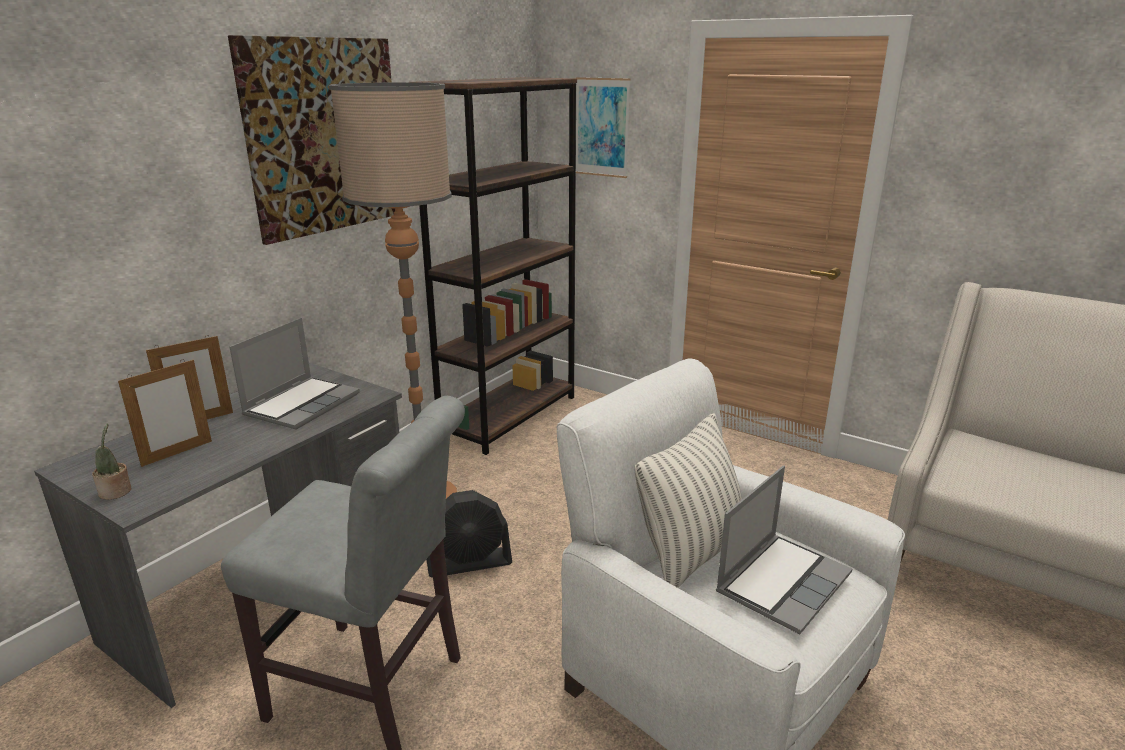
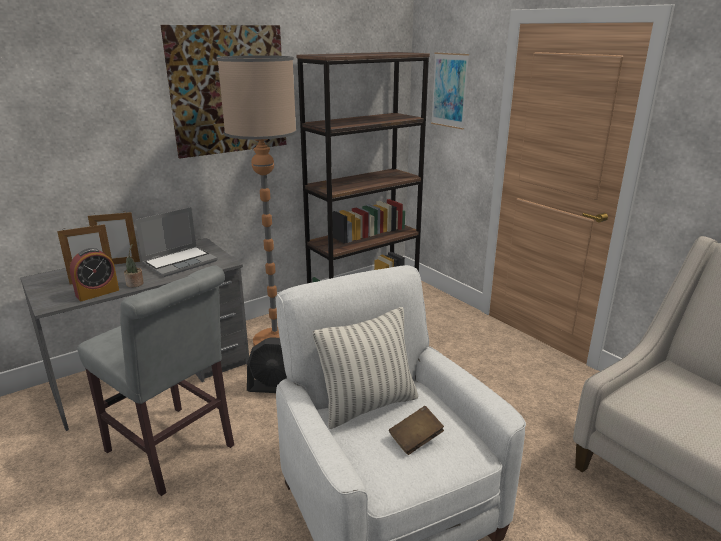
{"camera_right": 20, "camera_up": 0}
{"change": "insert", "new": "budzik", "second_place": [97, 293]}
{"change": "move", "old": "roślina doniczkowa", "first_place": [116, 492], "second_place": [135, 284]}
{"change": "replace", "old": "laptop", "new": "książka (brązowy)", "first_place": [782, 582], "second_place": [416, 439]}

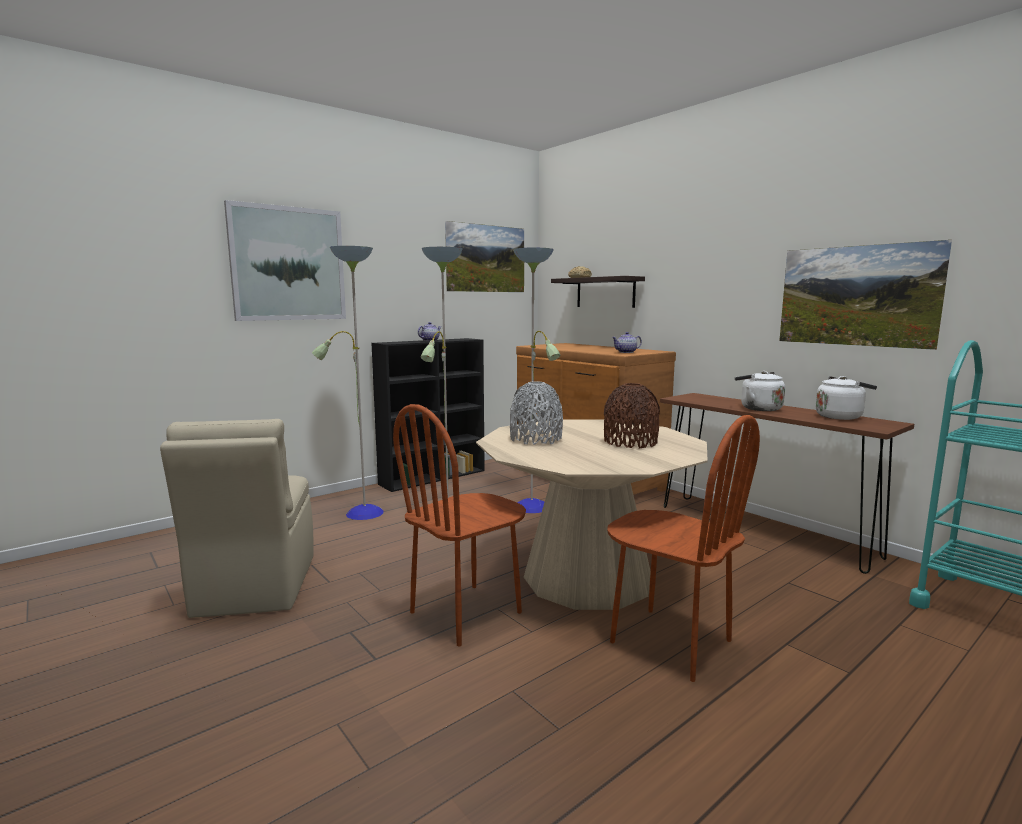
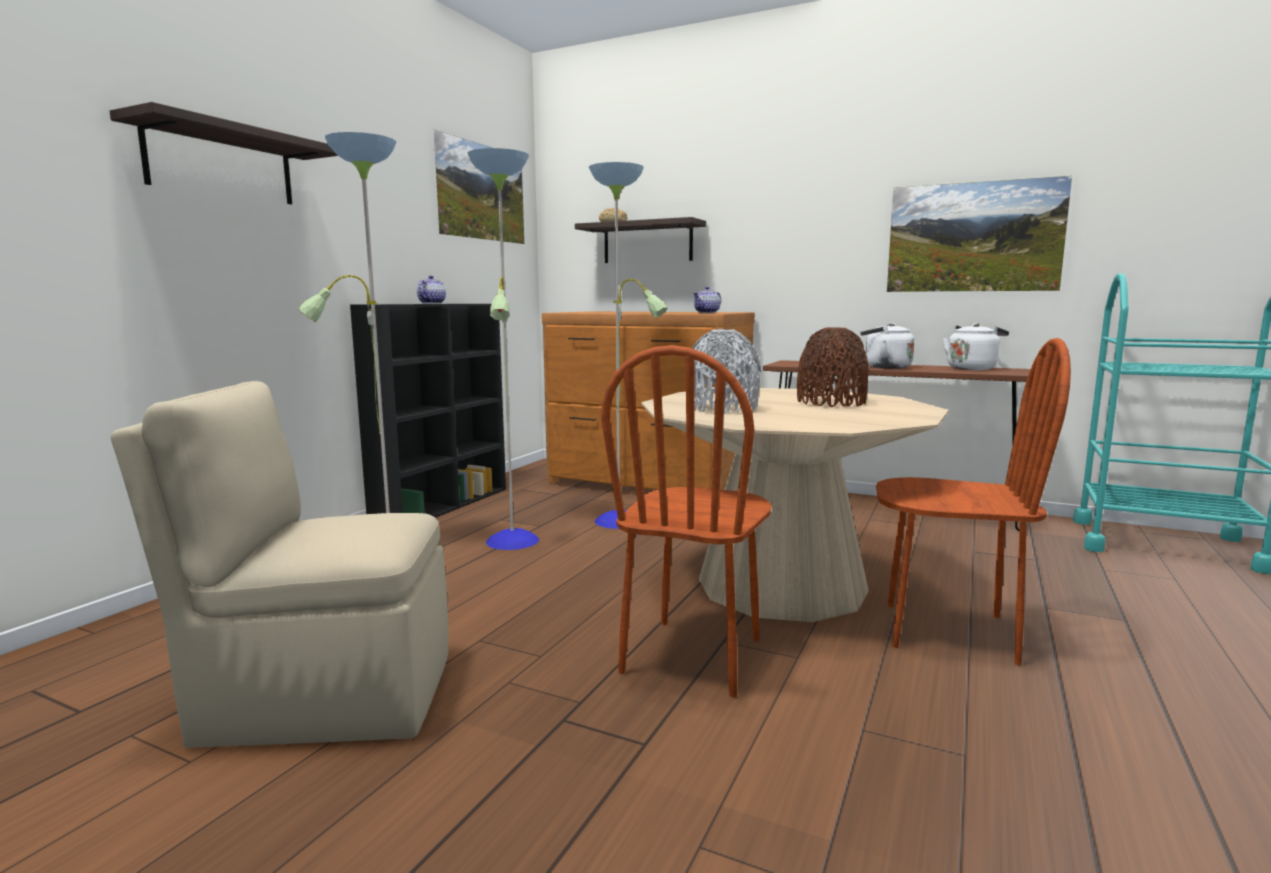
{"camera_right": -25, "camera_up": 0}
{"change": "replace", "old": "obraz", "new": "półka", "first_place": [288, 264], "second_place": [221, 164]}
{"change": "rotate", "old": "krzesło (beżowy)", "first_place": [255, 586], "second_place": [324, 697], "degrees": 120}

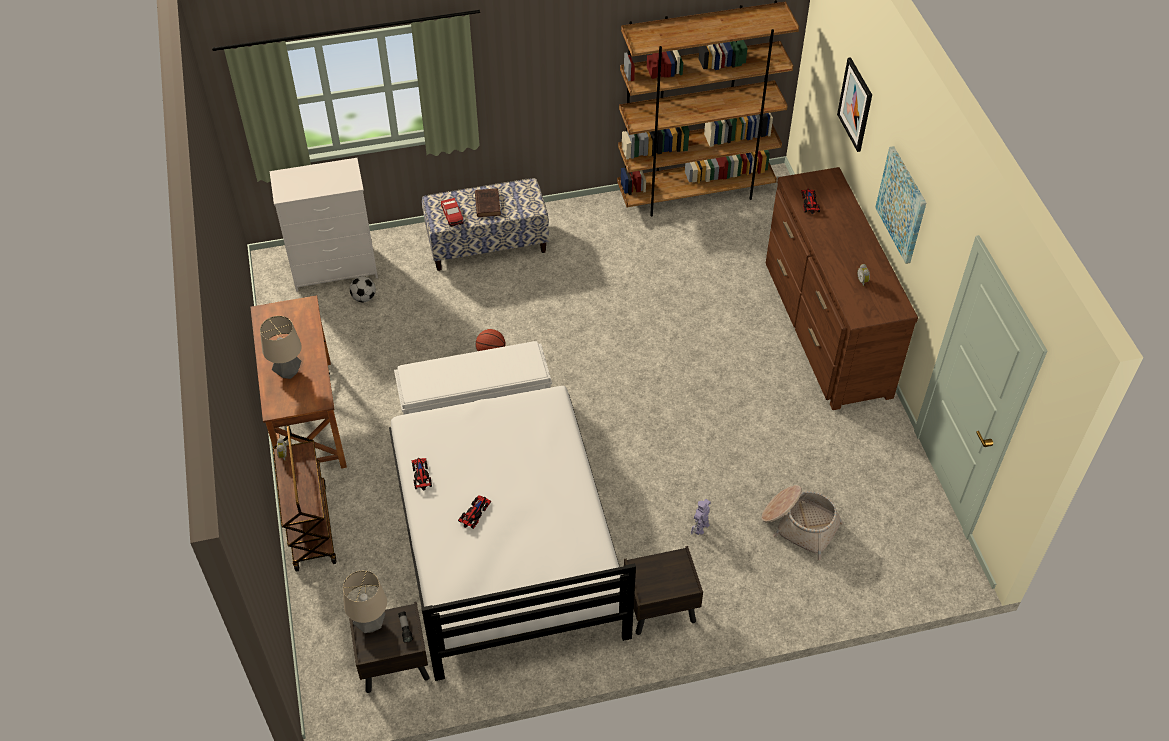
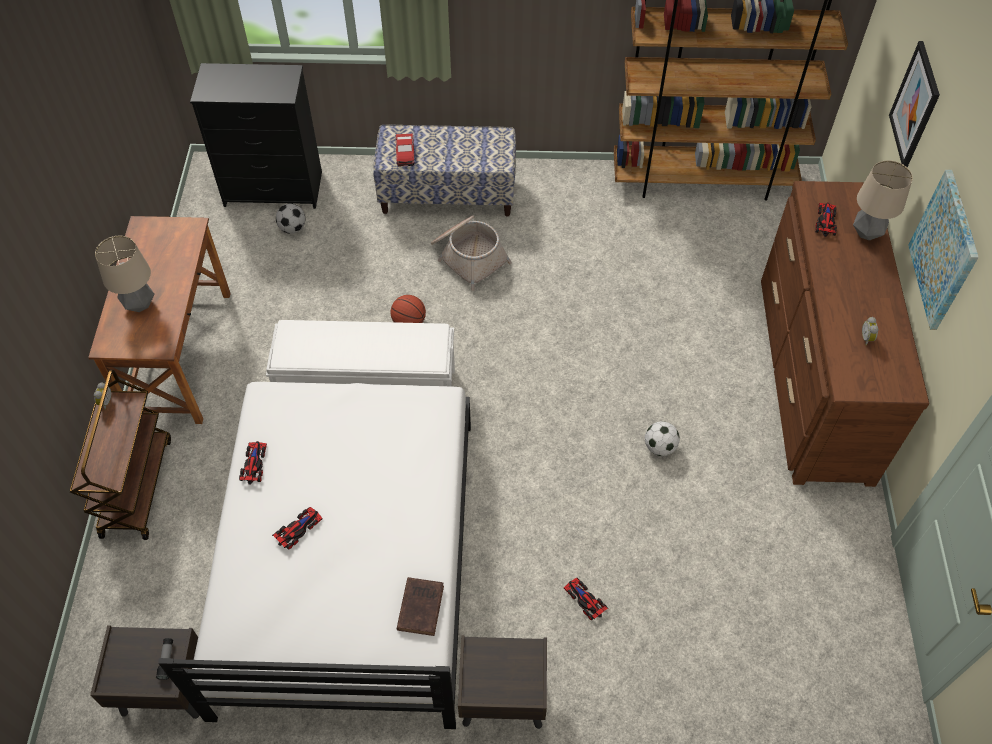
{"camera_right": 15, "camera_up": 5}
{"change": "recolor", "old": "komoda (biały)", "new": "komoda (czarny)", "first_place": [335, 268], "second_place": [274, 189]}
{"change": "move", "old": "książka (brązowy)", "first_place": [487, 204], "second_place": [421, 606]}
{"change": "move", "old": "koszyk", "first_place": [799, 525], "second_place": [468, 256]}
{"change": "replace", "old": "robot zabawkowy", "new": "samochodzik", "first_place": [700, 527], "second_place": [585, 599]}
{"change": "insert", "new": "piłka futbolowa", "second_place": [660, 447]}
{"change": "move", "old": "lampa stołowa", "first_place": [370, 624], "second_place": [866, 233]}

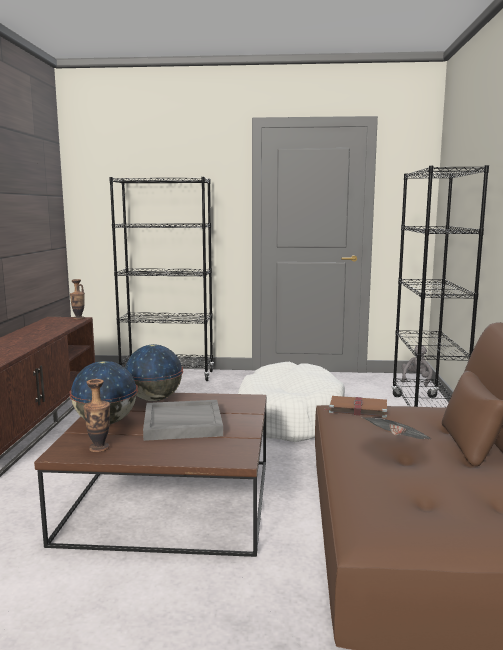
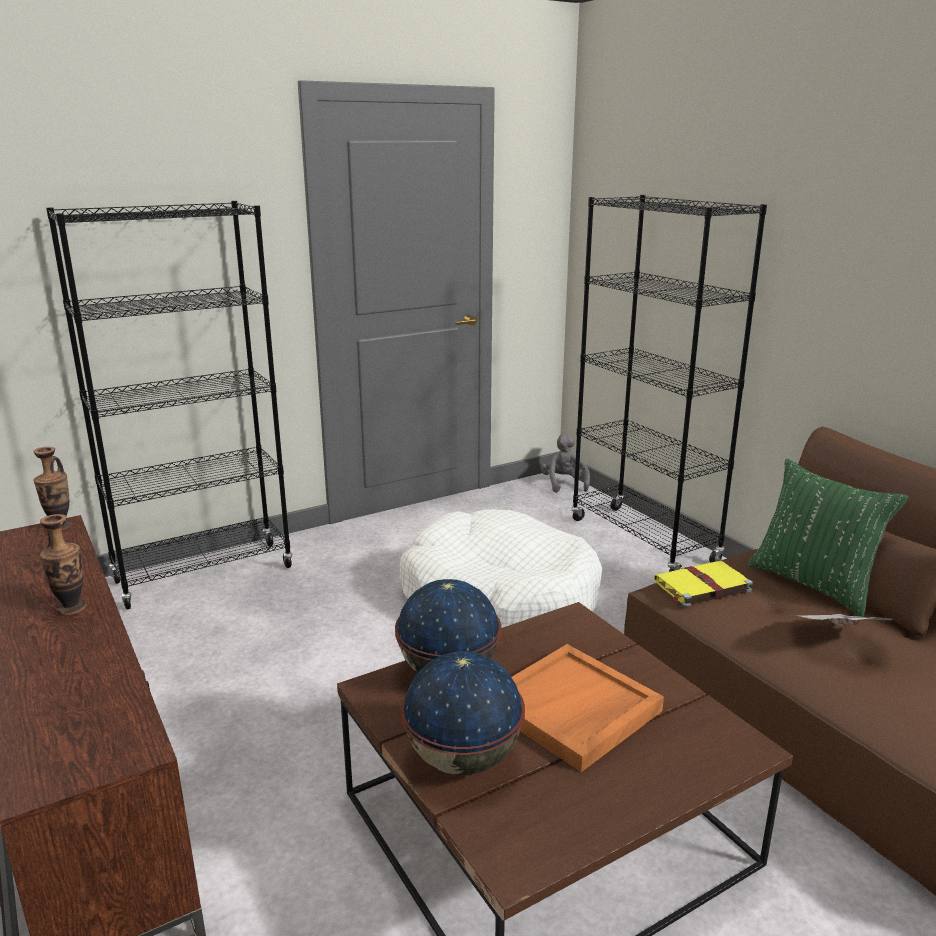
{"camera_right": -35, "camera_up": 10}
{"change": "move", "old": "wazon", "first_place": [99, 448], "second_place": [71, 608]}
{"change": "recolor", "old": "taca (szary)", "new": "taca (pomarańczowy)", "first_place": [182, 423], "second_place": [573, 710]}
{"change": "recolor", "old": "książka (brązowy)", "new": "książka (żółty)", "first_place": [357, 408], "second_place": [701, 586]}
{"change": "insert", "new": "poduszka (zielony)", "second_place": [813, 584]}

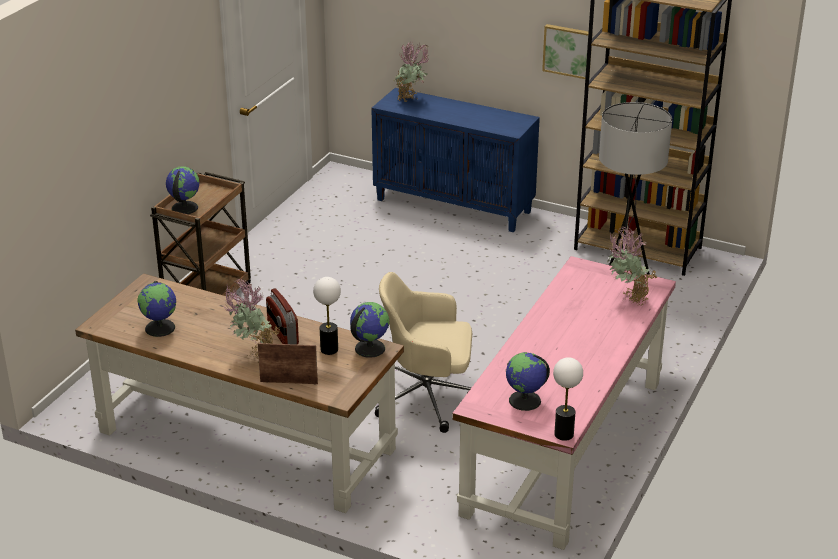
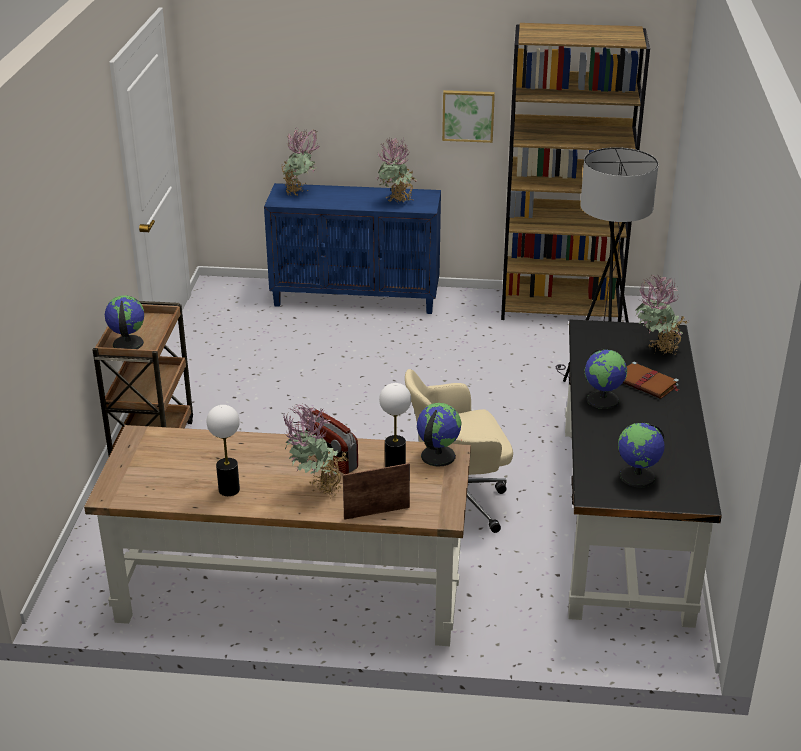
{"camera_right": -20, "camera_up": 0}
{"change": "move", "old": "lampa stołowa", "first_place": [564, 434], "second_place": [229, 489]}
{"change": "insert", "new": "roślina doniczkowa", "second_place": [397, 203]}
{"change": "recolor", "old": "biurko (różowy)", "new": "biurko (czarny)", "first_place": [565, 447], "second_place": [624, 519]}
{"change": "move", "old": "globus", "first_place": [160, 328], "second_place": [603, 399]}
{"change": "insert", "new": "książka (brązowy)", "second_place": [647, 383]}

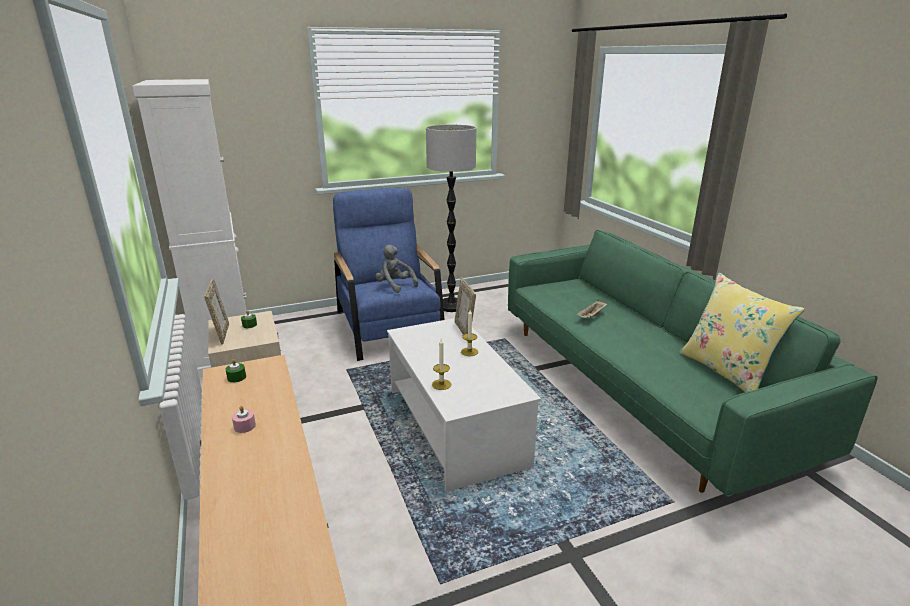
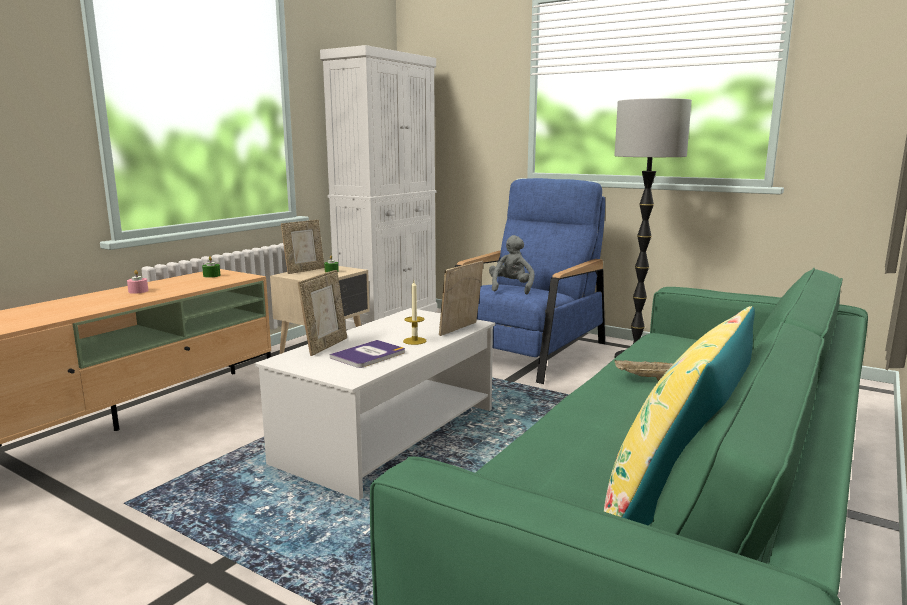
{"camera_right": 55, "camera_up": -10}
{"change": "replace", "old": "świeca", "new": "ramka na zdjęcie", "first_place": [441, 384], "second_place": [325, 346]}
{"change": "insert", "new": "książka", "second_place": [369, 355]}

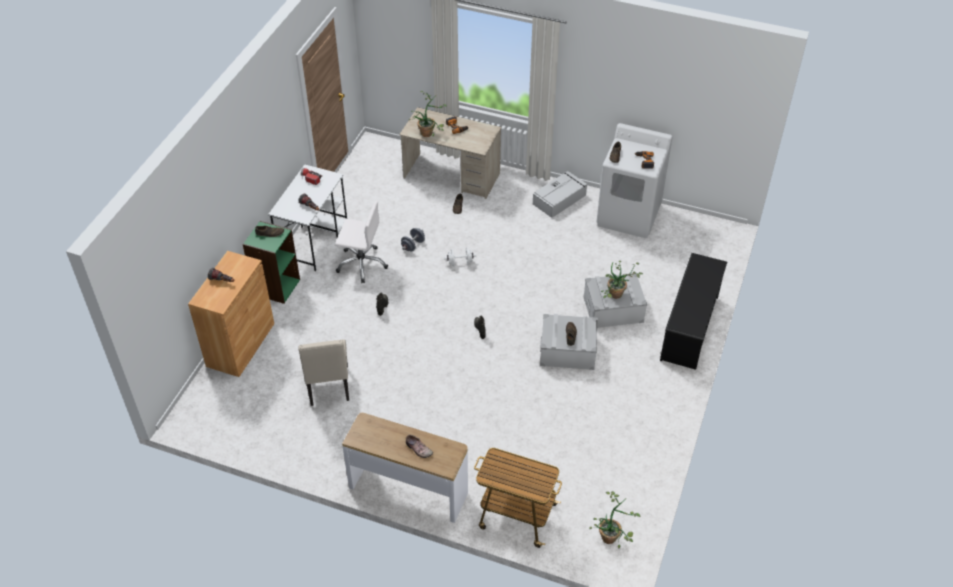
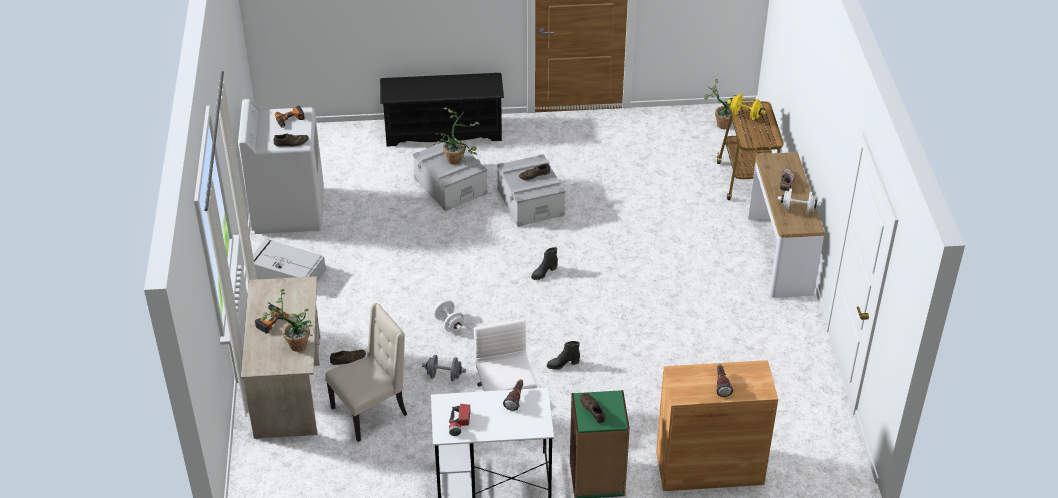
{"camera_right": -115, "camera_up": -5}
{"change": "move", "old": "krzesło (beżowy)", "first_place": [328, 386], "second_place": [371, 411]}
{"change": "insert", "new": "hantel (żółty)", "second_place": [745, 115]}
{"change": "insert", "new": "hantel (biały)", "second_place": [797, 210]}

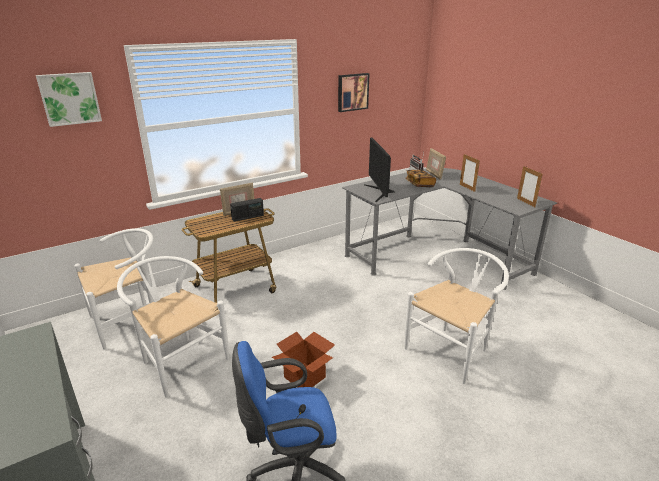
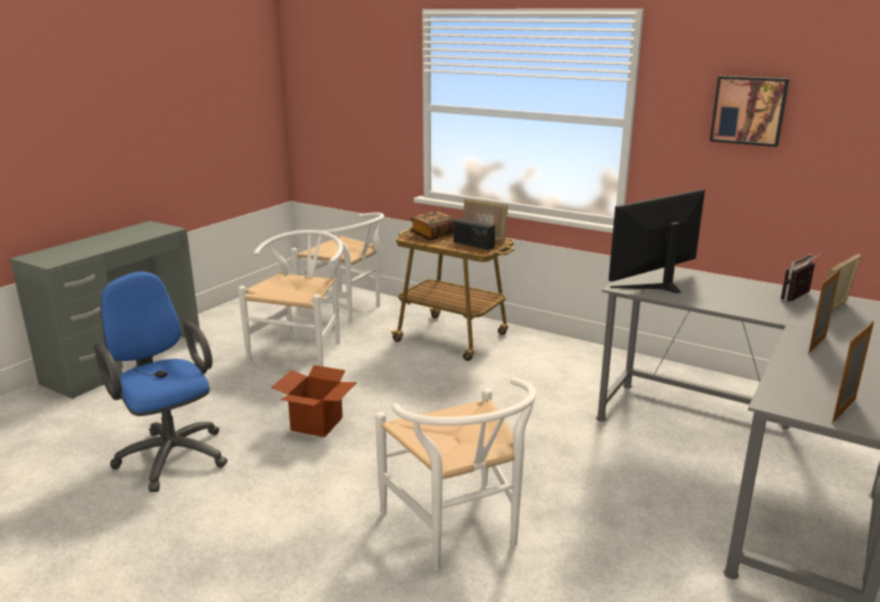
{"camera_right": 65, "camera_up": -5}
{"change": "rotate", "old": "krzesło (biały)", "first_place": [452, 349], "second_place": [459, 532], "degrees": 45}
{"change": "move", "old": "książka", "first_place": [419, 184], "second_place": [433, 234]}
{"change": "delete", "old": "obraz", "first_place": [69, 98]}

